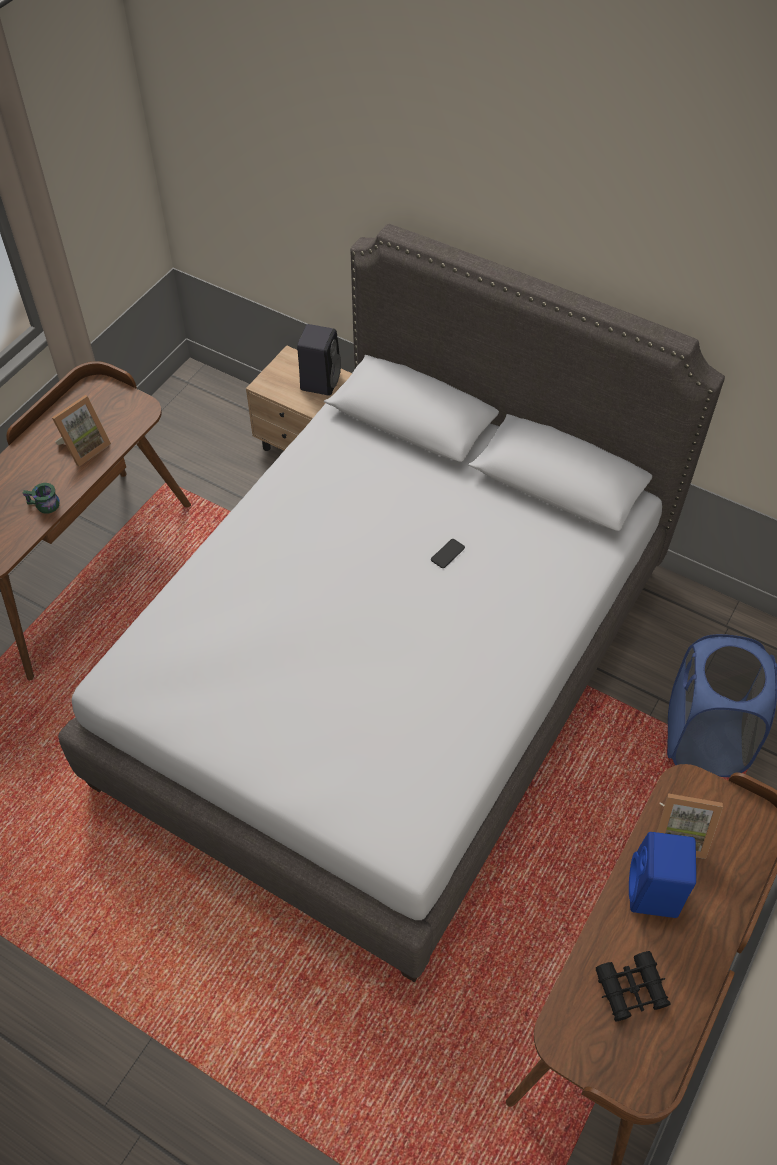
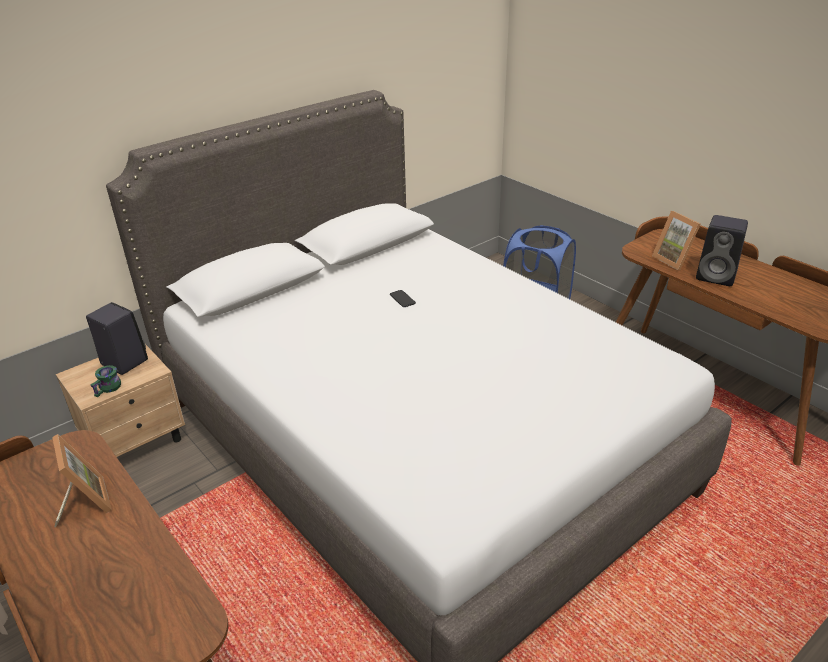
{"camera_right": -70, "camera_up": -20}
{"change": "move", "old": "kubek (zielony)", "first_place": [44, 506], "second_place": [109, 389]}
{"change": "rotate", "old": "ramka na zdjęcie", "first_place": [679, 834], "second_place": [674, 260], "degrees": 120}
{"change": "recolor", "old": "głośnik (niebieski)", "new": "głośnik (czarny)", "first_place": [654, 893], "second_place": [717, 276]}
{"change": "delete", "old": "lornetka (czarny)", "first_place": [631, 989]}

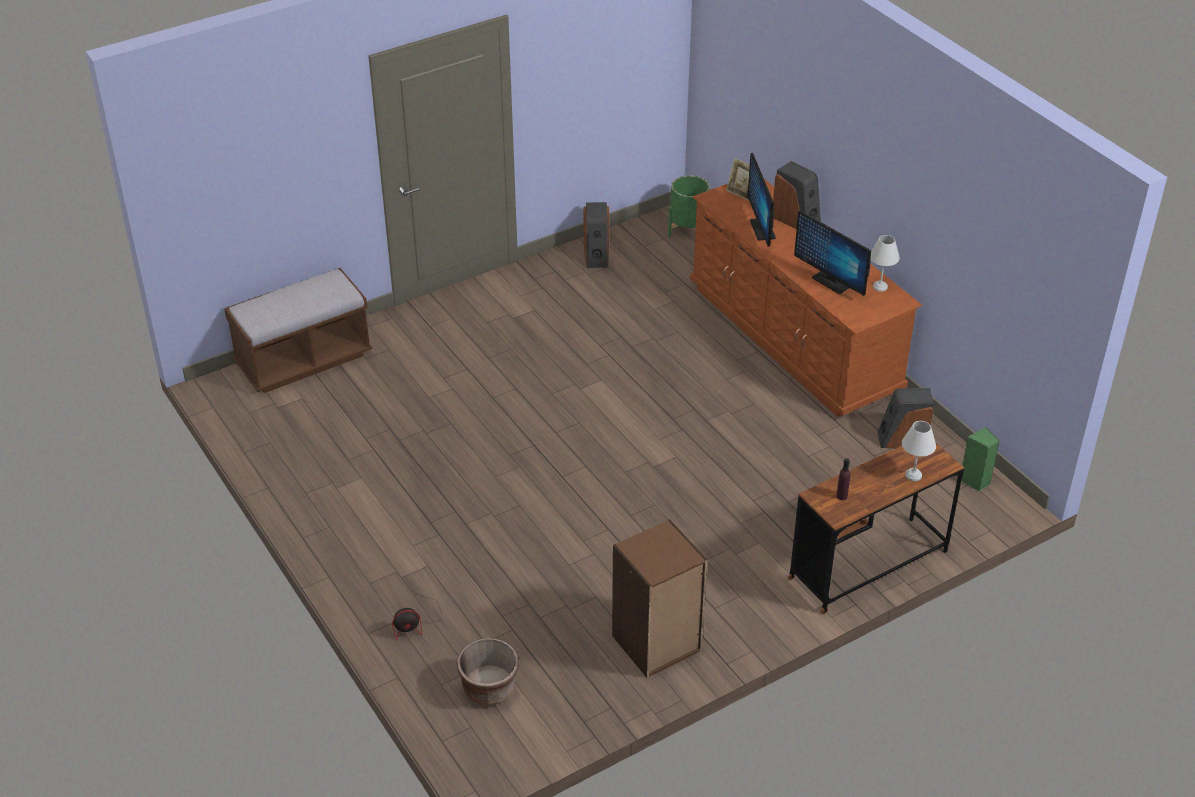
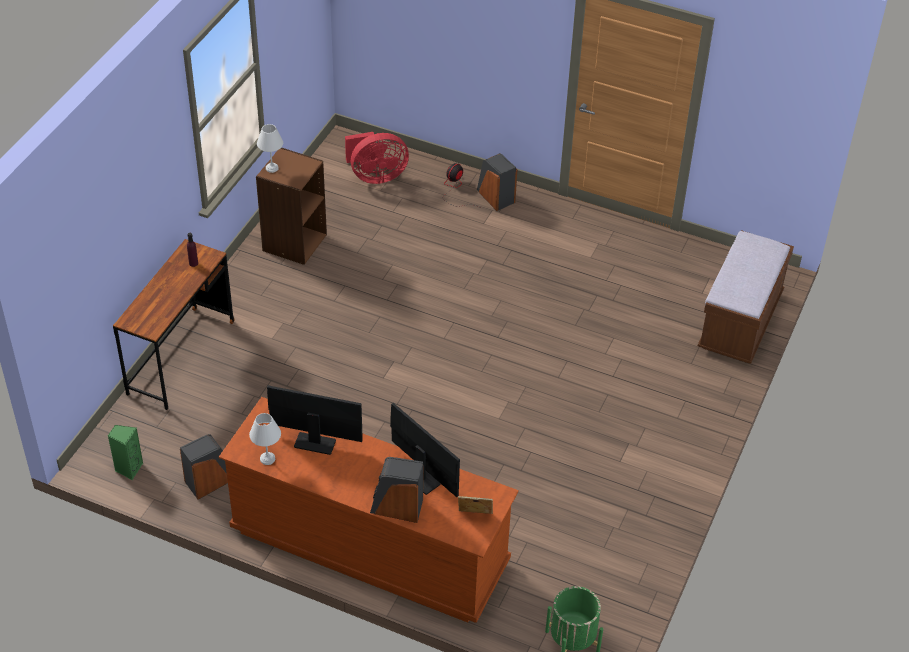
{"camera_right": 145, "camera_up": 5}
{"change": "move", "old": "lampa stołowa (biały)", "first_place": [914, 475], "second_place": [271, 168]}
{"change": "replace", "old": "donica (brązowy)", "new": "wentylator (czerwony)", "first_place": [489, 688], "second_place": [376, 176]}
{"change": "move", "old": "głośnik", "first_place": [596, 255], "second_place": [495, 196]}

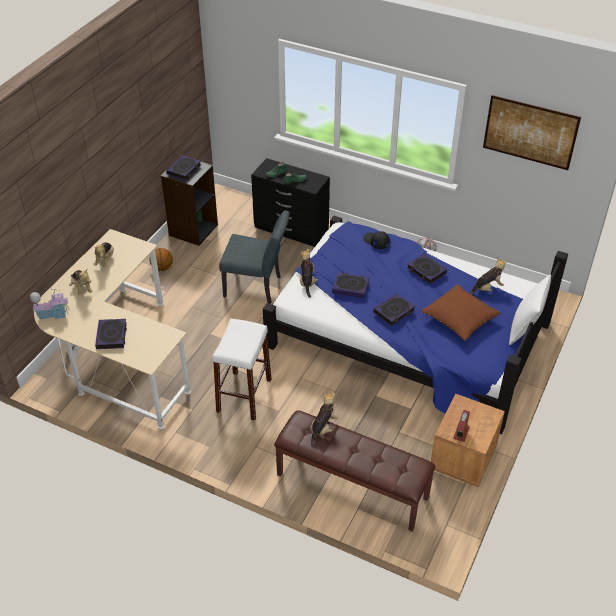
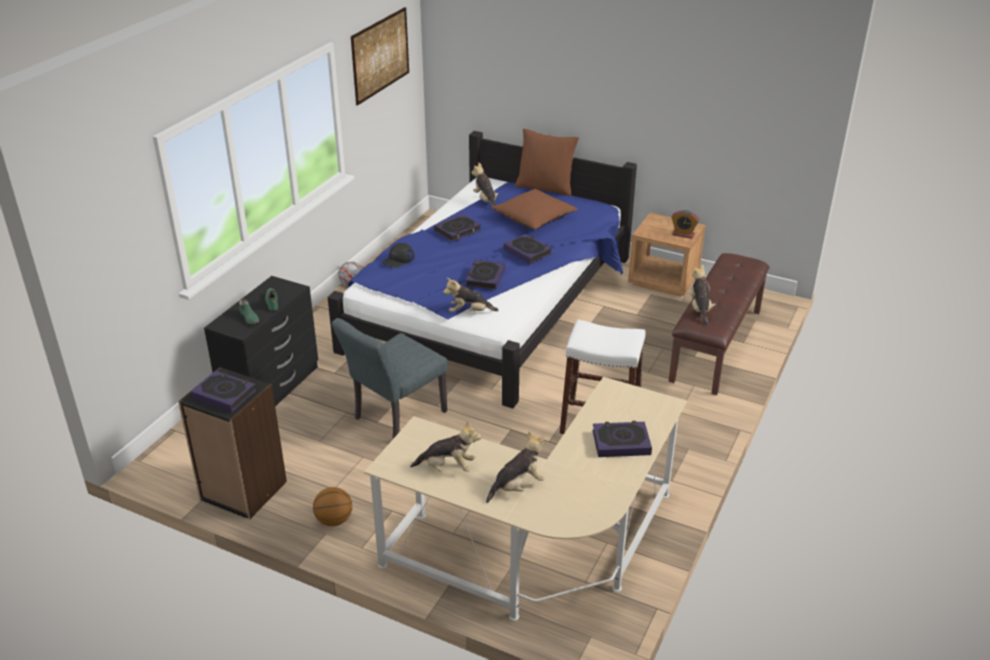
{"camera_right": -90, "camera_up": -10}
{"change": "rotate", "old": "krzesło (szary)", "first_place": [257, 287], "second_place": [395, 418], "degrees": -150}
{"change": "recolor", "old": "poduszka (biały)", "new": "poduszka (brązowy)", "first_place": [525, 328], "second_place": [545, 187]}
{"change": "rotate", "old": "pluszak", "first_place": [323, 428], "second_place": [700, 309], "degrees": 60}
{"change": "delete", "old": "domek", "first_place": [53, 314]}

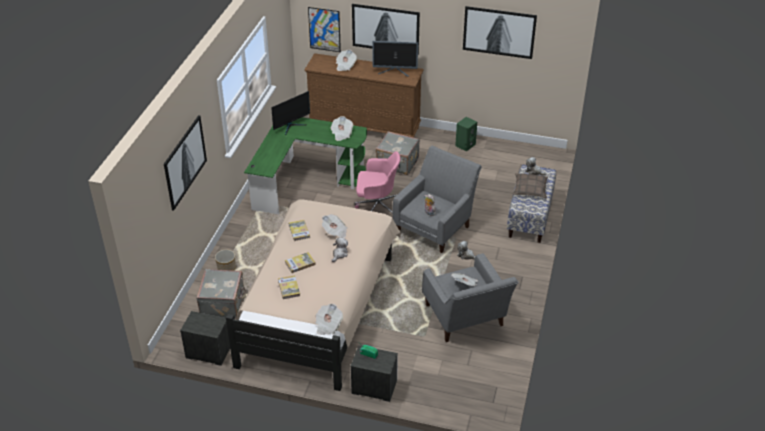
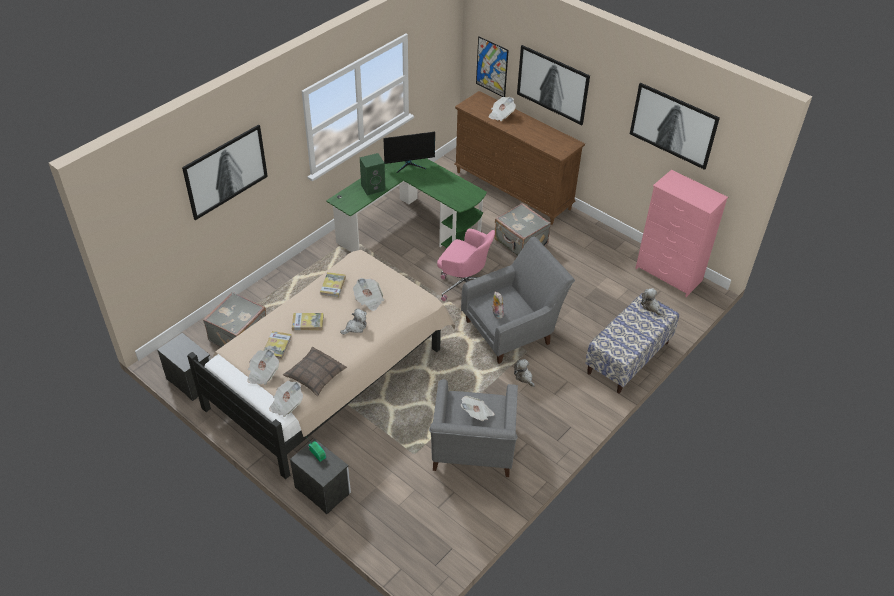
{"camera_right": 25, "camera_up": 5}
{"change": "move", "old": "gazeta", "first_place": [341, 134], "second_place": [262, 373]}
{"change": "move", "old": "poduszka", "first_place": [530, 189], "second_place": [315, 375]}
{"change": "move", "old": "głośnik (zielony)", "first_place": [465, 144], "second_place": [373, 187]}
{"change": "insert", "new": "komoda (różowy)", "second_place": [668, 275]}
{"change": "delete", "old": "donica", "first_place": [226, 268]}
{"change": "delete", "old": "monitor", "first_place": [395, 72]}

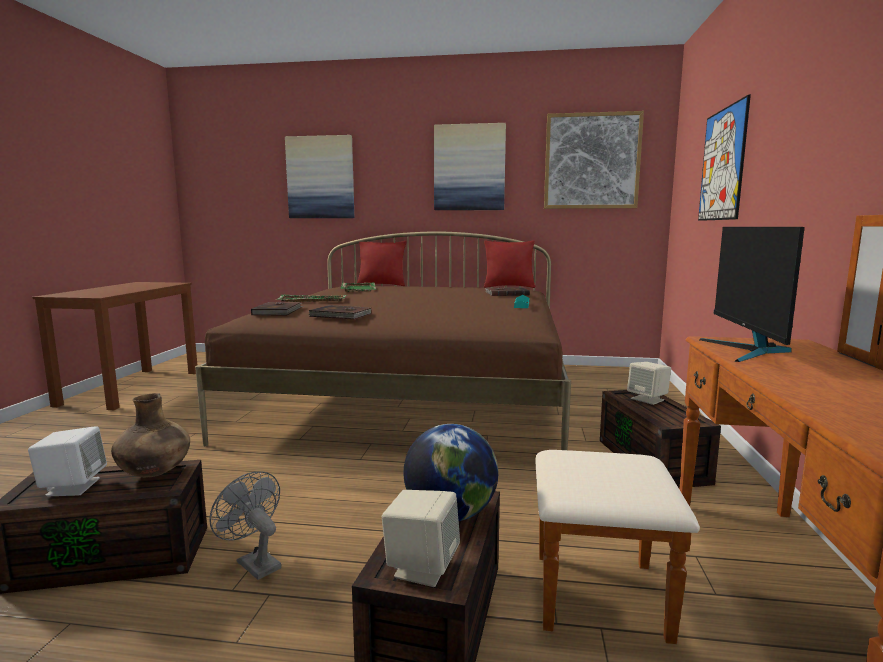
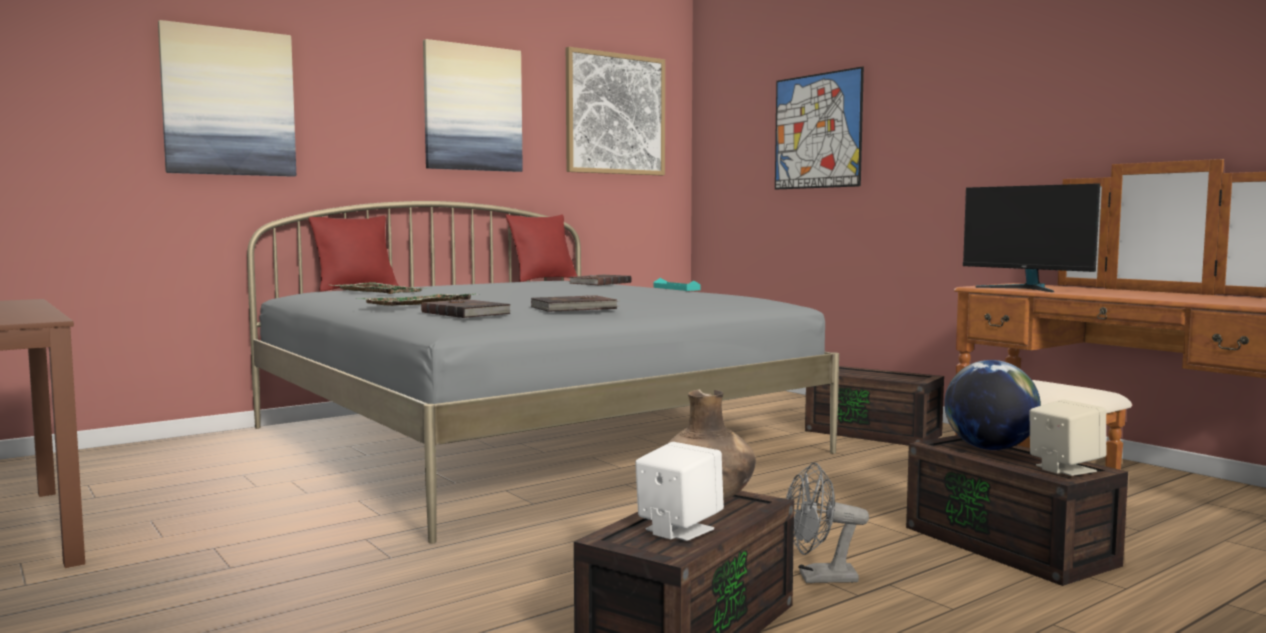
{"camera_right": -45, "camera_up": -5}
{"change": "recolor", "old": "łóżko (brązowy)", "new": "łóżko (szary)", "first_place": [414, 396], "second_place": [529, 439]}
{"change": "delete", "old": "głośnik (beżowy)", "first_place": [648, 399]}

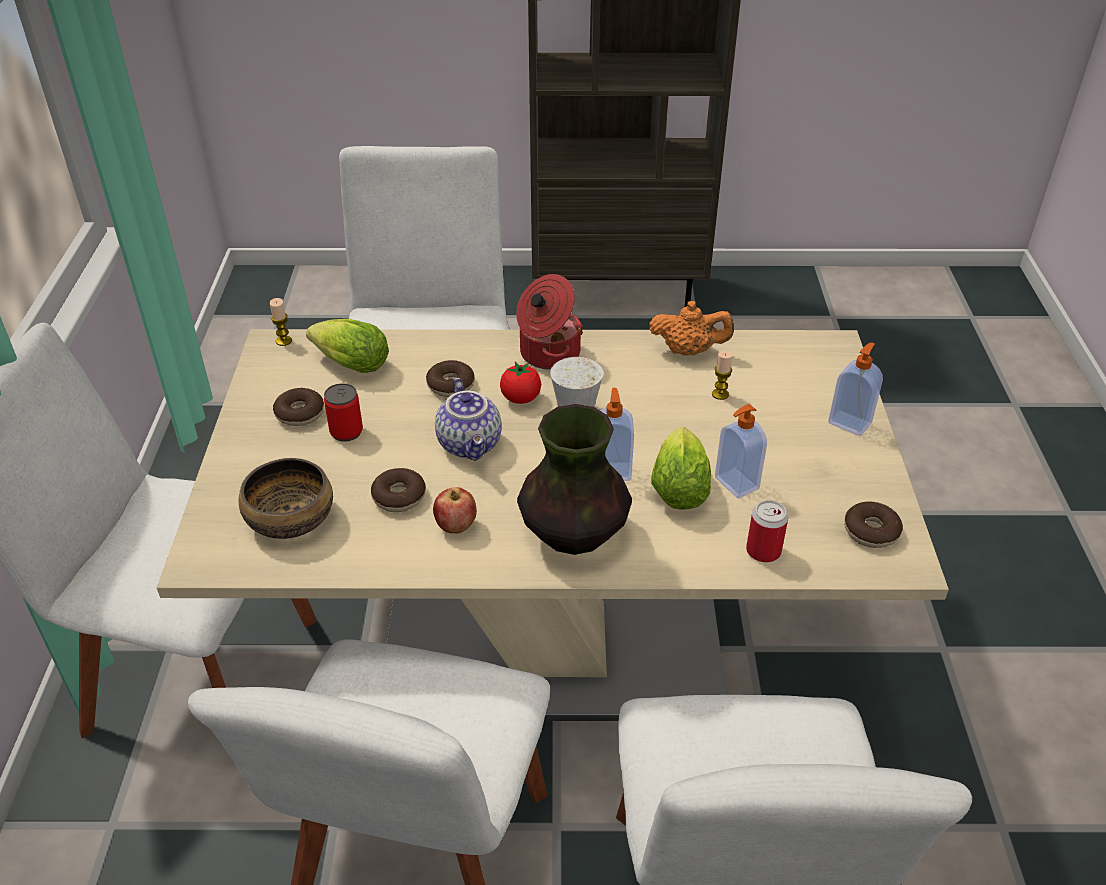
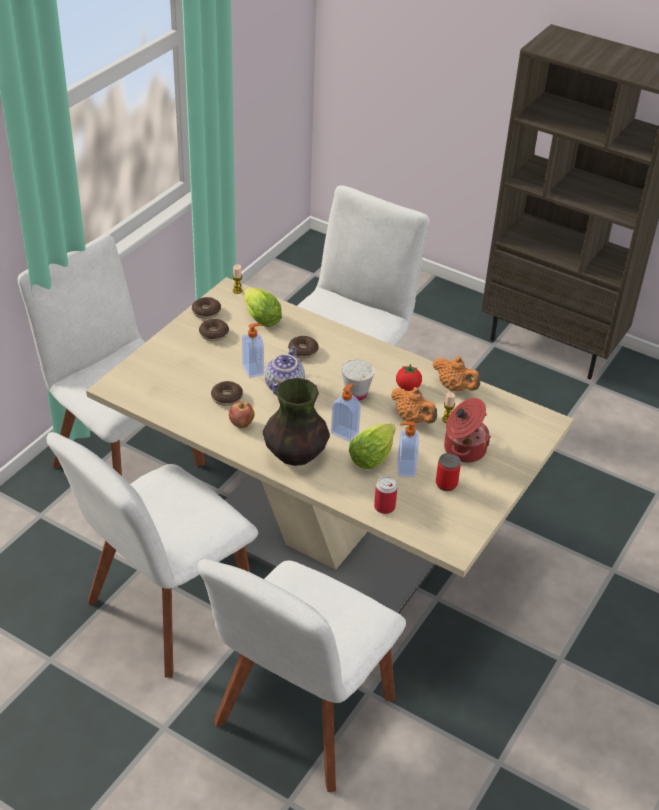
{"camera_right": 30, "camera_up": 0}
{"change": "move", "old": "donut", "first_place": [871, 531], "second_place": [206, 312]}
{"change": "move", "old": "dozownik mydła", "first_place": [850, 422], "second_place": [253, 370]}
{"change": "insert", "new": "imbryk (pomarańczowy)", "second_place": [413, 419]}
{"change": "move", "old": "pomidor", "first_place": [520, 398], "second_place": [408, 387]}
{"change": "move", "old": "puszka", "first_place": [346, 432], "second_place": [446, 484]}
{"change": "move", "old": "garnek", "first_place": [548, 353], "second_place": [463, 449]}
{"change": "delete", "old": "miska", "first_place": [289, 518]}

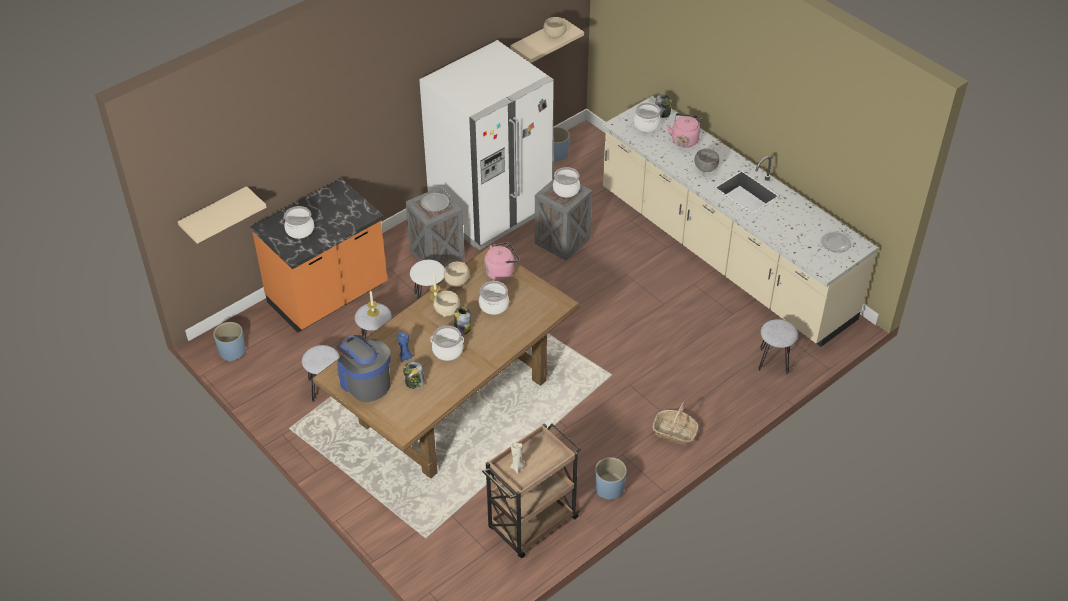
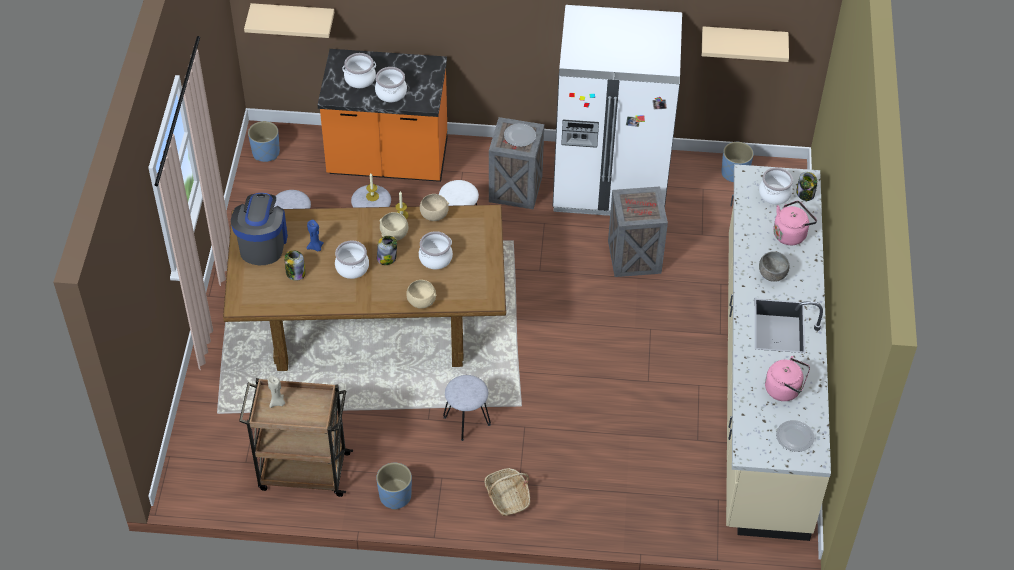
{"camera_right": 45, "camera_up": 5}
{"change": "move", "old": "garnek", "first_place": [566, 190], "second_place": [390, 93]}
{"change": "move", "old": "miska (beżowy)", "first_place": [554, 35], "second_place": [421, 302]}
{"change": "move", "old": "stołek (szary)", "first_place": [773, 361], "second_place": [466, 421]}
{"change": "move", "old": "czajnik (różowy)", "first_place": [501, 271], "second_place": [785, 389]}

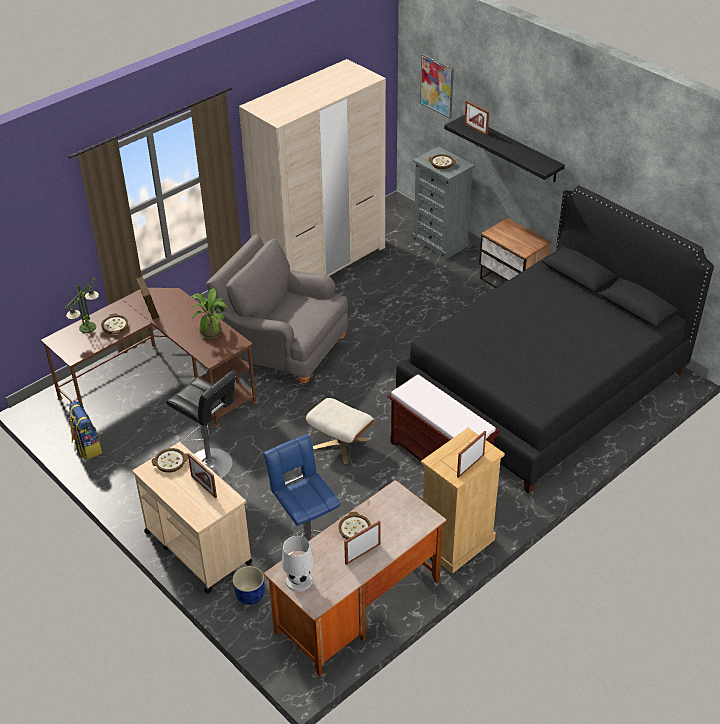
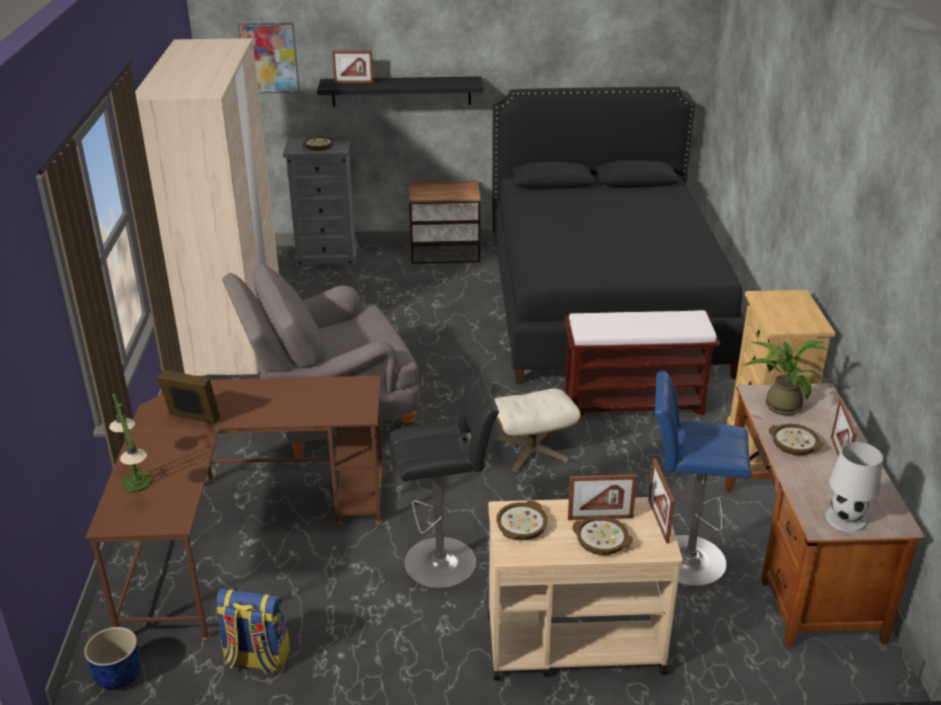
{"camera_right": -50, "camera_up": -10}
{"change": "move", "old": "donica (niebieski)", "first_place": [250, 595], "second_place": [117, 676]}
{"change": "move", "old": "miska", "first_place": [115, 327], "second_place": [601, 541]}
{"change": "move", "old": "ramka na zdjęcie", "first_place": [470, 466], "second_place": [658, 521]}
{"change": "move", "old": "roślina doniczkowa", "first_place": [212, 331], "second_place": [780, 404]}

